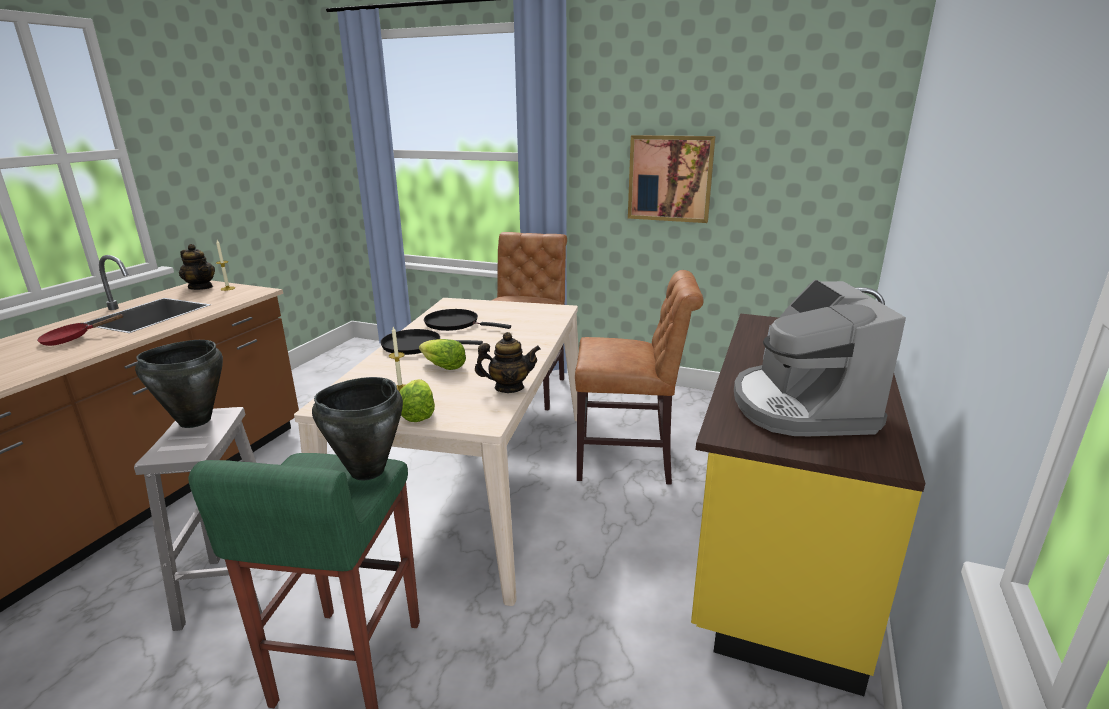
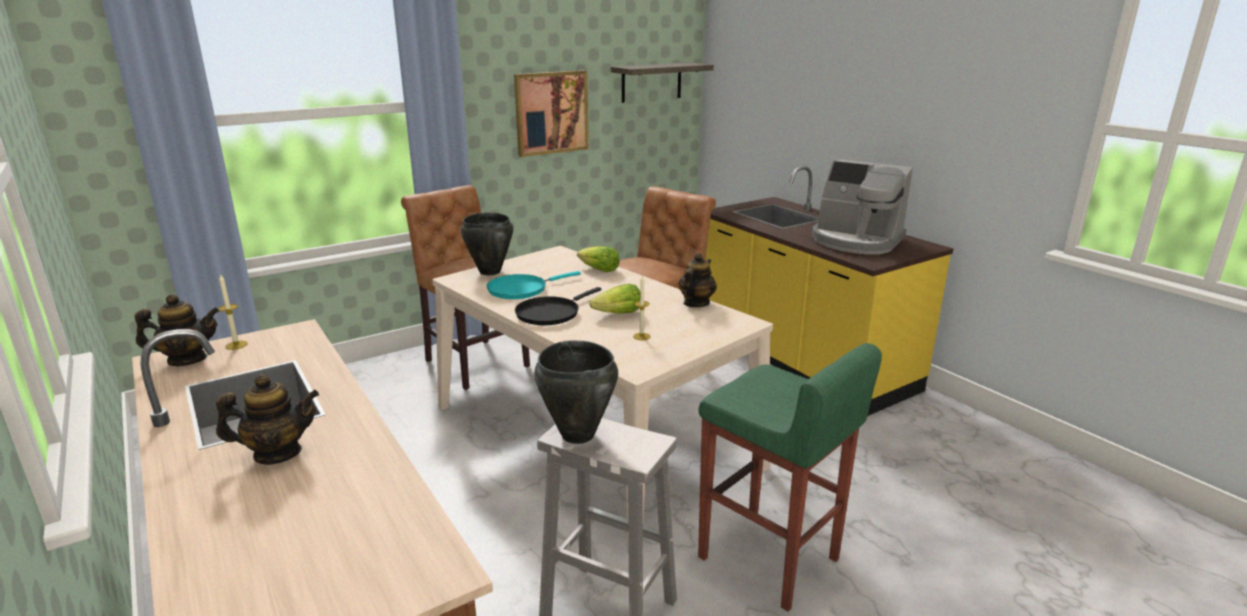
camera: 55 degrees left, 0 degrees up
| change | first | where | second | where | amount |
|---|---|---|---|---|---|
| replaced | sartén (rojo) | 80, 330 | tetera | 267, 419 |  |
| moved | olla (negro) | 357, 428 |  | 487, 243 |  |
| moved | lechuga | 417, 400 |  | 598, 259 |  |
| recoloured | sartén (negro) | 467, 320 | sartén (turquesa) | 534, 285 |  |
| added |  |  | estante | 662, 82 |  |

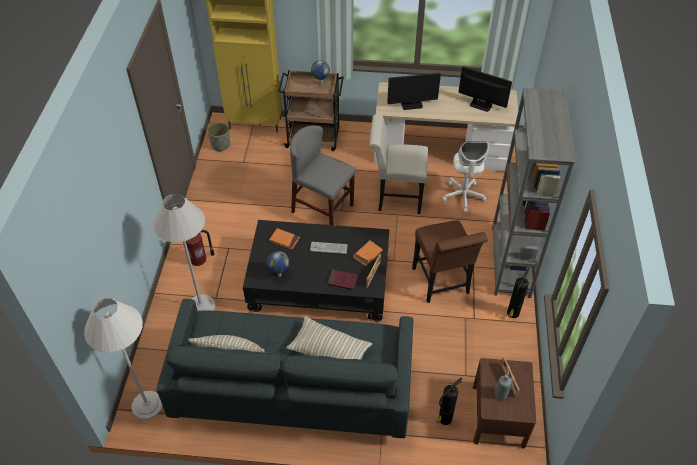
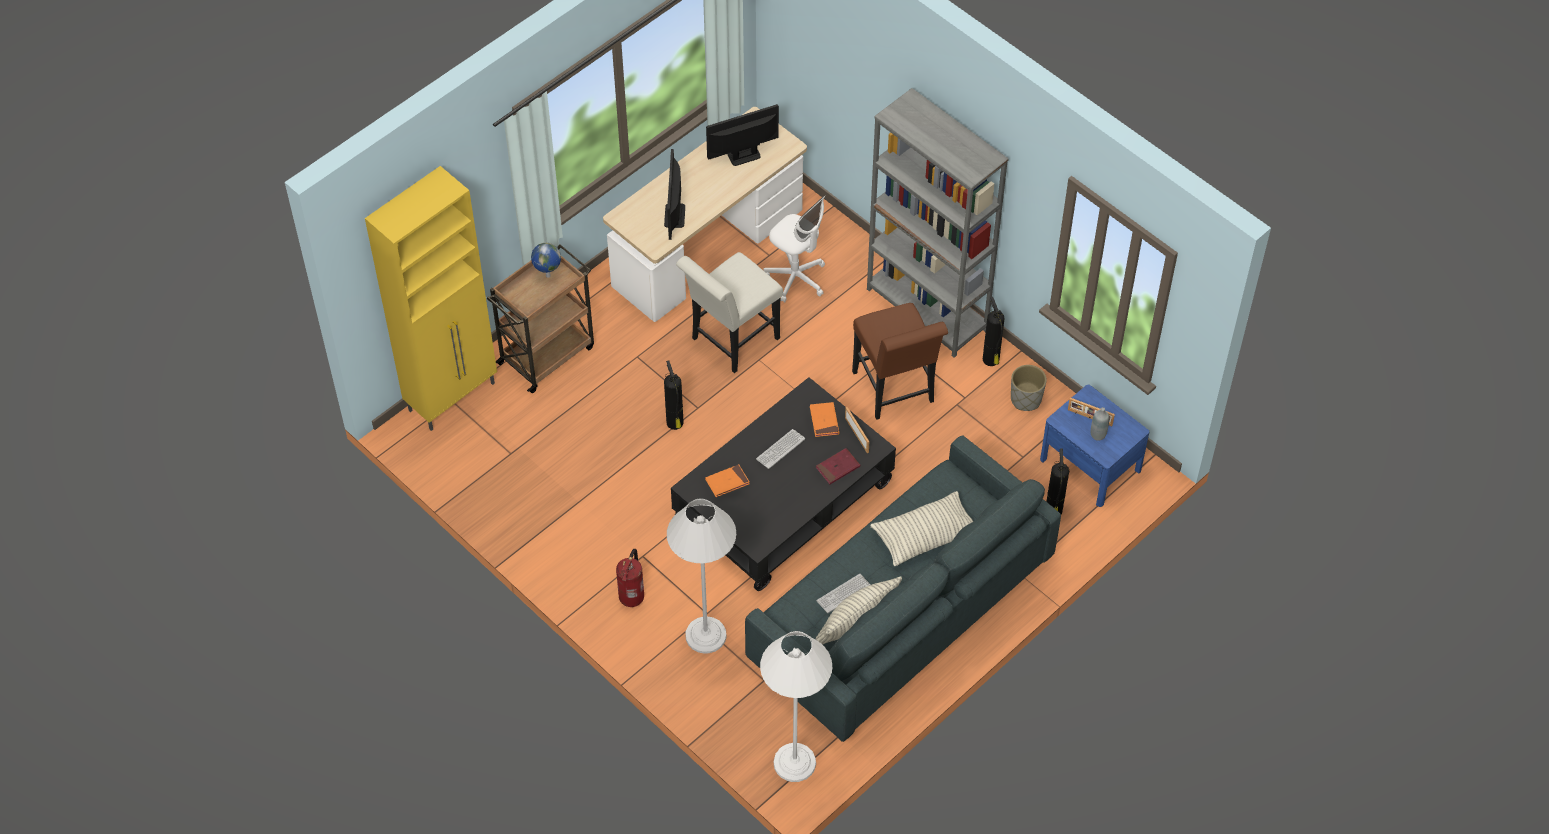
camera: 50 degrees left, 5 degrees up
| change | first | where | second | where | amount |
|---|---|---|---|---|---|
| moved | maceta (gris) | 218, 137 |  | 1028, 388 |  |
| removed | globo terráqueo | 278, 264 |  |  |  |
| replaced | silla (gris) | 323, 175 | extintor | 674, 395 |  |
| turned | monitor | 414, 91 |  | 674, 194 | 150 degrees clockwise |
| turned | silla (marrón) | 450, 261 |  | 900, 361 | 45 degrees clockwise |
| recoloured | mesita de noche (marrón) | 504, 403 | mesita de noche (azul) | 1094, 446 |  |
| added |  |  | teclado | 843, 593 |  |

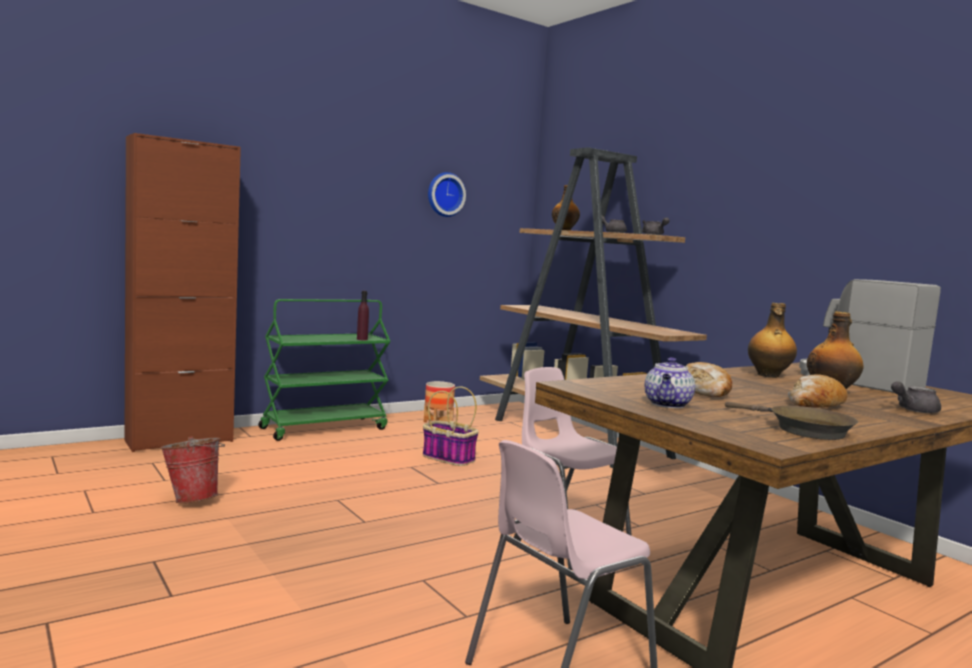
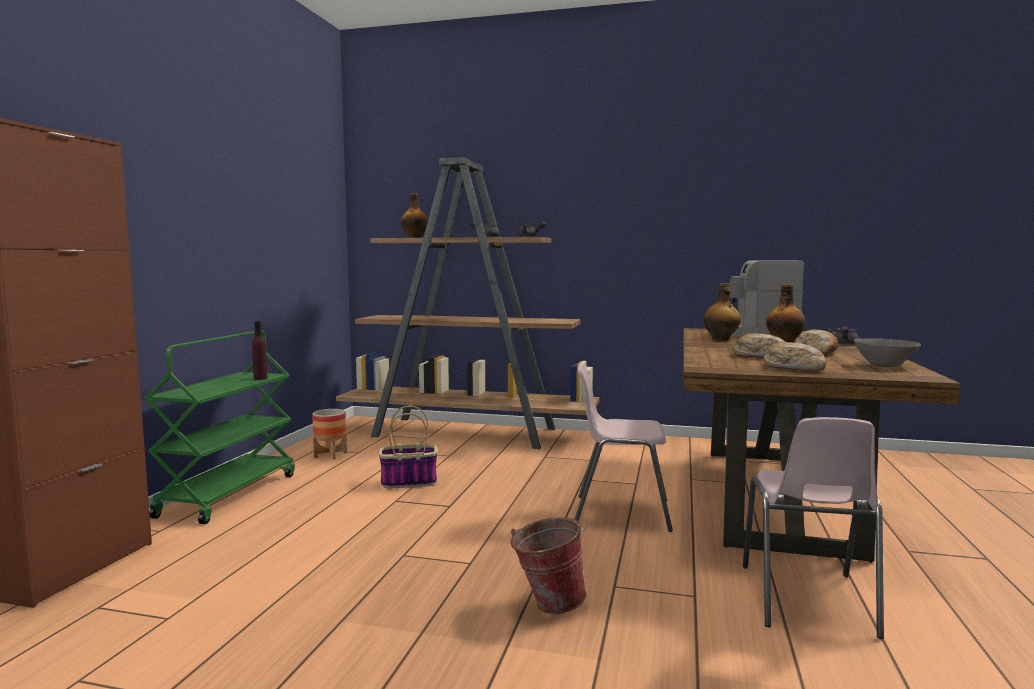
camera: 40 degrees left, 0 degrees up
| change | first | where | second | where | amount |
|---|---|---|---|---|---|
| moved | cubo | 192, 469 |  | 548, 565 |  |
| removed | reloj de pared | 447, 194 |  |  |  |
| replaced | tetera | 669, 382 | pan | 795, 356 |  |
| replaced | sartén (marrón) | 791, 421 | cuenco (gris) | 887, 352 |  |

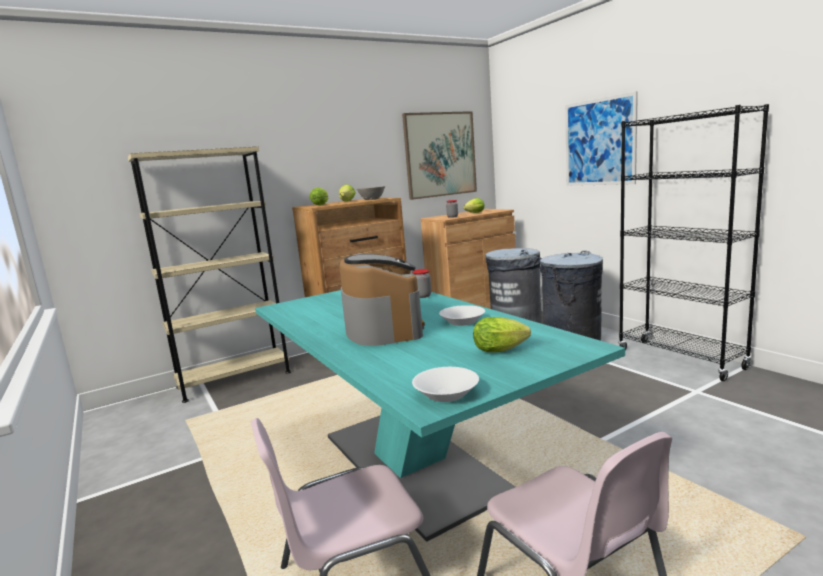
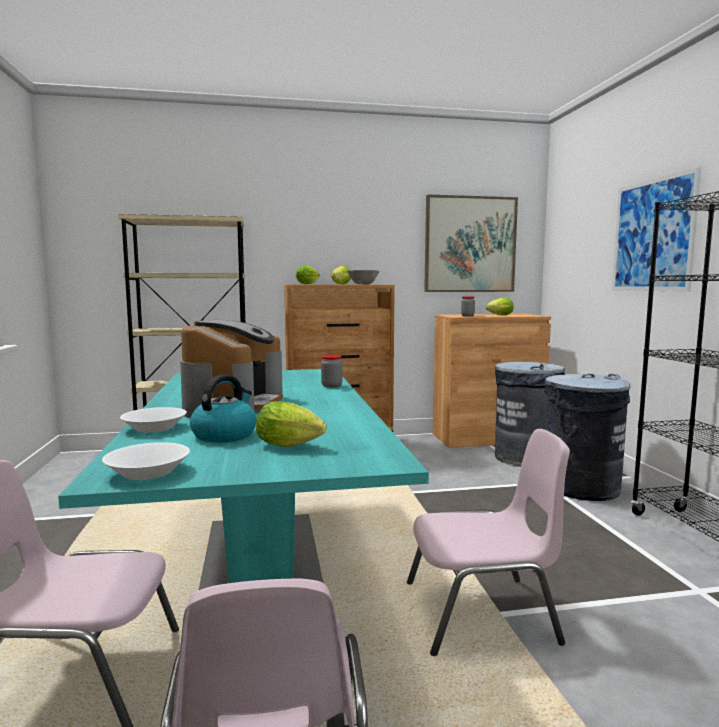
camera: 20 degrees right, 5 degrees down
| change | first | where | second | where | amount |
|---|---|---|---|---|---|
| moved | cuenco (blanco) | 462, 315 |  | 153, 420 |  |
| added |  |  | hervidor | 223, 408 |  |
| added |  |  | silla (rosa) | 488, 542 |  |

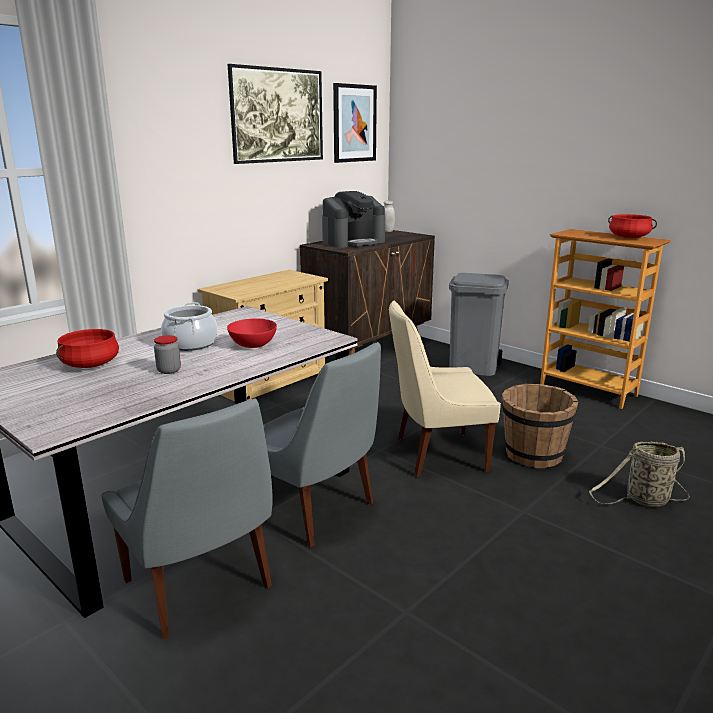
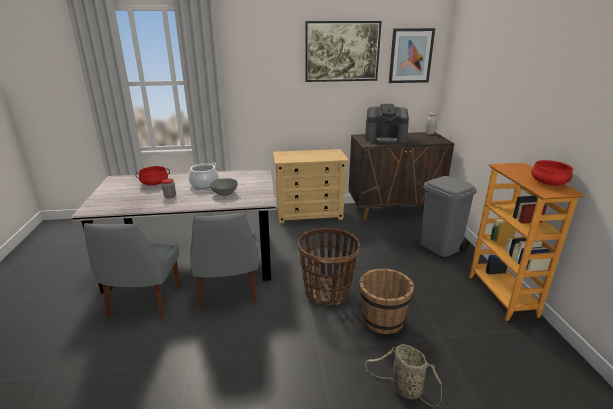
camera: 40 degrees right, 5 degrees up
| change | first | where | second | where | amount |
|---|---|---|---|---|---|
| recoloured | cuenco (rojo) | 252, 333 | cuenco (gris) | 224, 187 |  |
| replaced | silla (beis) | 445, 389 | cesta | 329, 266 |  |

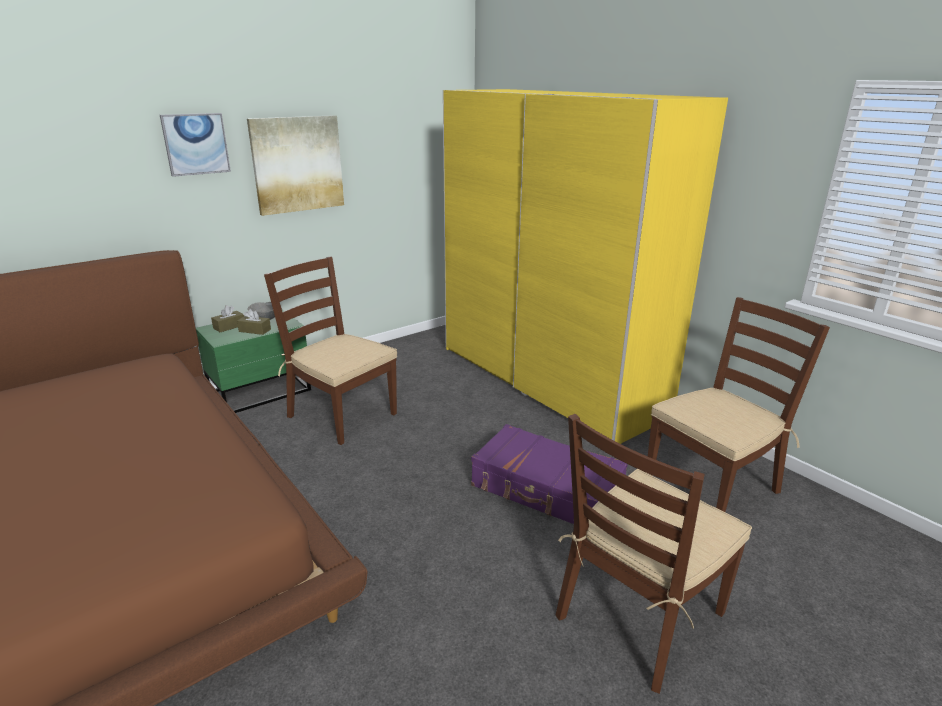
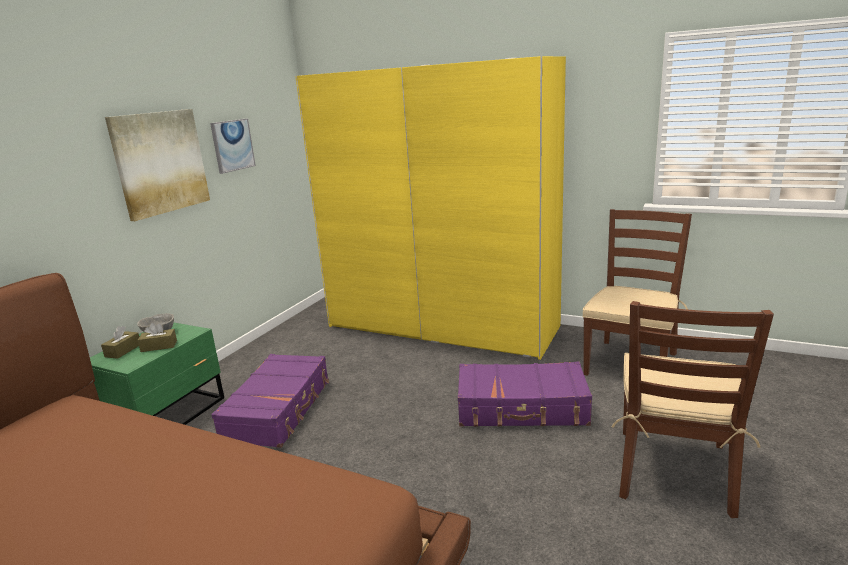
camera: 25 degrees left, 5 degrees down
| change | first | where | second | where | amount |
|---|---|---|---|---|---|
| moved | cuadro | 195, 145 |  | 233, 146 |  |
| replaced | silla (marrón) | 330, 350 | maleta (morado) | 270, 401 |  |

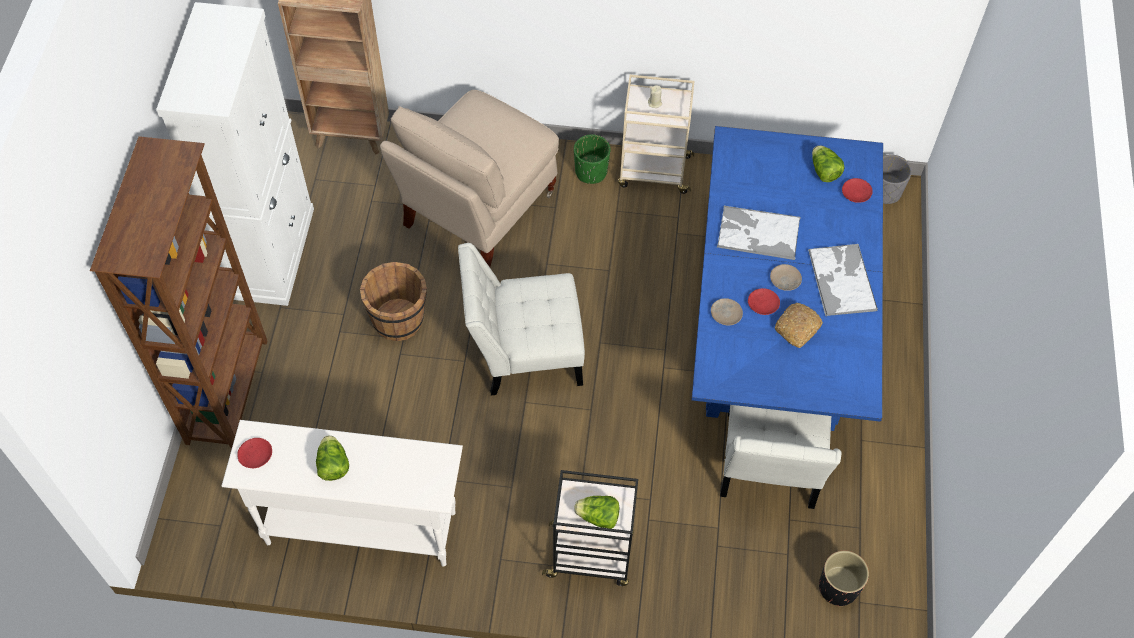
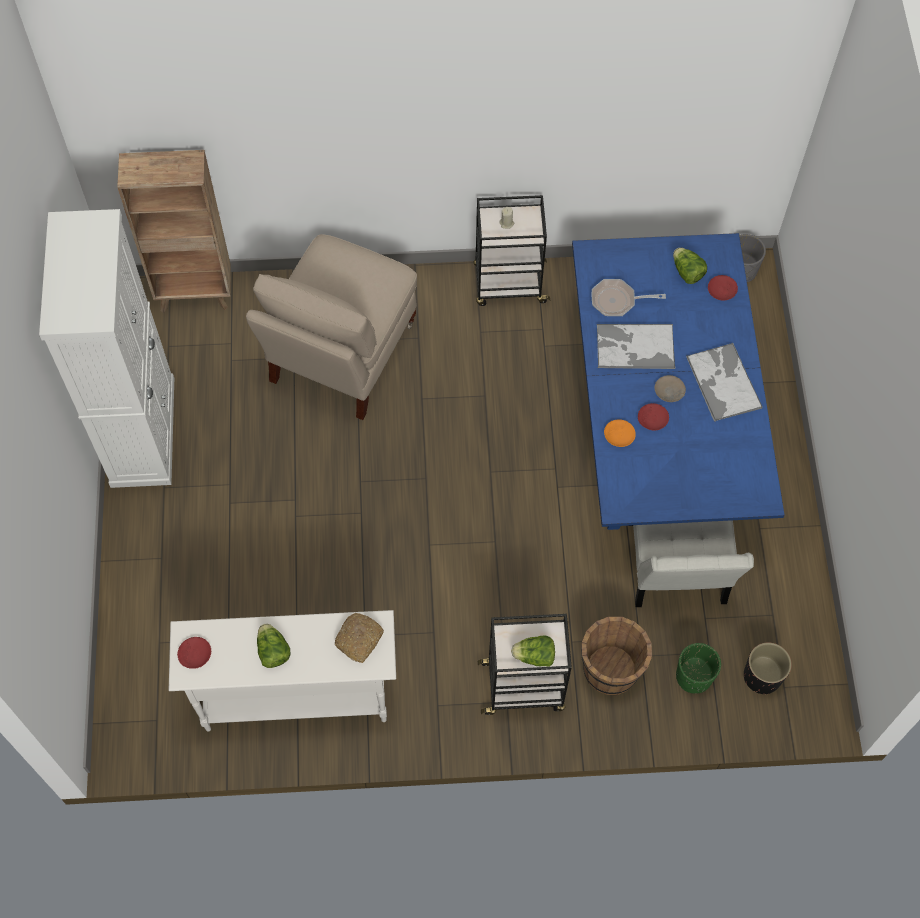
camera: 10 degrees left, 5 degrees up
| change | first | where | second | where | amount |
|---|---|---|---|---|---|
| removed | estantería (marrón) | 179, 292 |  |  |  |
| moved | cubo (marrón) | 393, 301 |  | 616, 656 |  |
| removed | silla (blanco) | 521, 319 |  |  |  |
| moved | maceta (verde) | 592, 159 |  | 698, 668 |  |
| recoloured | carrito (beis) | 656, 134 | carrito (negro) | 511, 250 |  |
| recoloured | plato (beis) | 727, 311 | plato (naranja) | 620, 433 |  |
| moved | pan | 799, 325 |  | 359, 638 |  |
| added |  |  | sartén | 629, 297 |  |

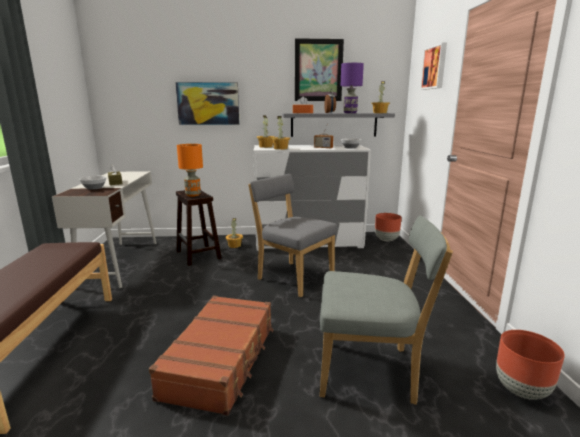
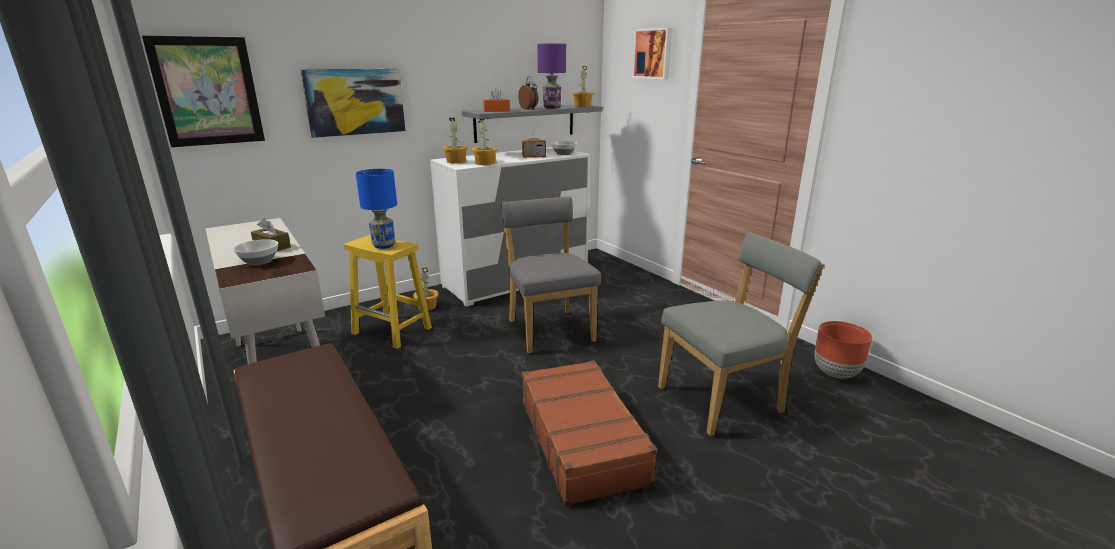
camera: 30 degrees left, 5 degrees up
| change | first | where | second | where | amount |
|---|---|---|---|---|---|
| recoloured | taburete (marrón) | 199, 228 | taburete (amarillo) | 388, 292 |  |
| recoloured | lámpara de mesa (naranja) | 190, 170 | lámpara de mesa (azul) | 376, 209 |  |
| turned | silla (gris) | 292, 235 |  | 551, 275 | 60 degrees clockwise |
| moved | cuadro | 319, 69 |  | 203, 91 |  |
| removed | maceta (marrón) | 388, 227 |  |  |  |

